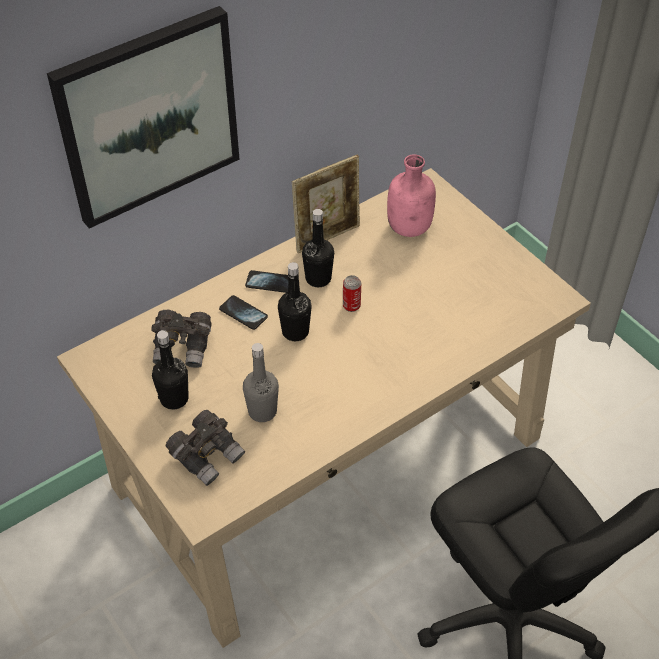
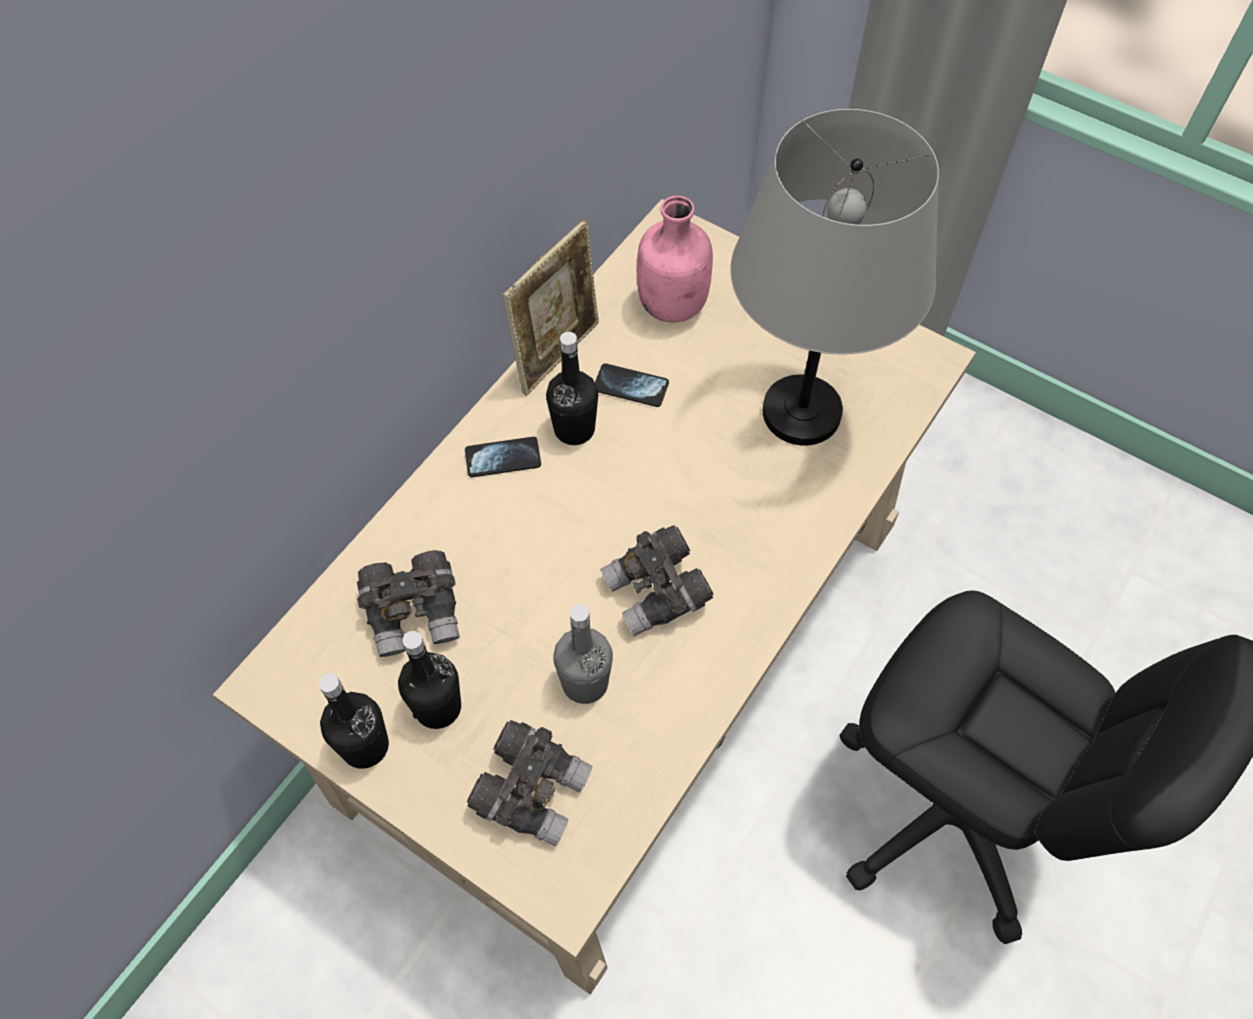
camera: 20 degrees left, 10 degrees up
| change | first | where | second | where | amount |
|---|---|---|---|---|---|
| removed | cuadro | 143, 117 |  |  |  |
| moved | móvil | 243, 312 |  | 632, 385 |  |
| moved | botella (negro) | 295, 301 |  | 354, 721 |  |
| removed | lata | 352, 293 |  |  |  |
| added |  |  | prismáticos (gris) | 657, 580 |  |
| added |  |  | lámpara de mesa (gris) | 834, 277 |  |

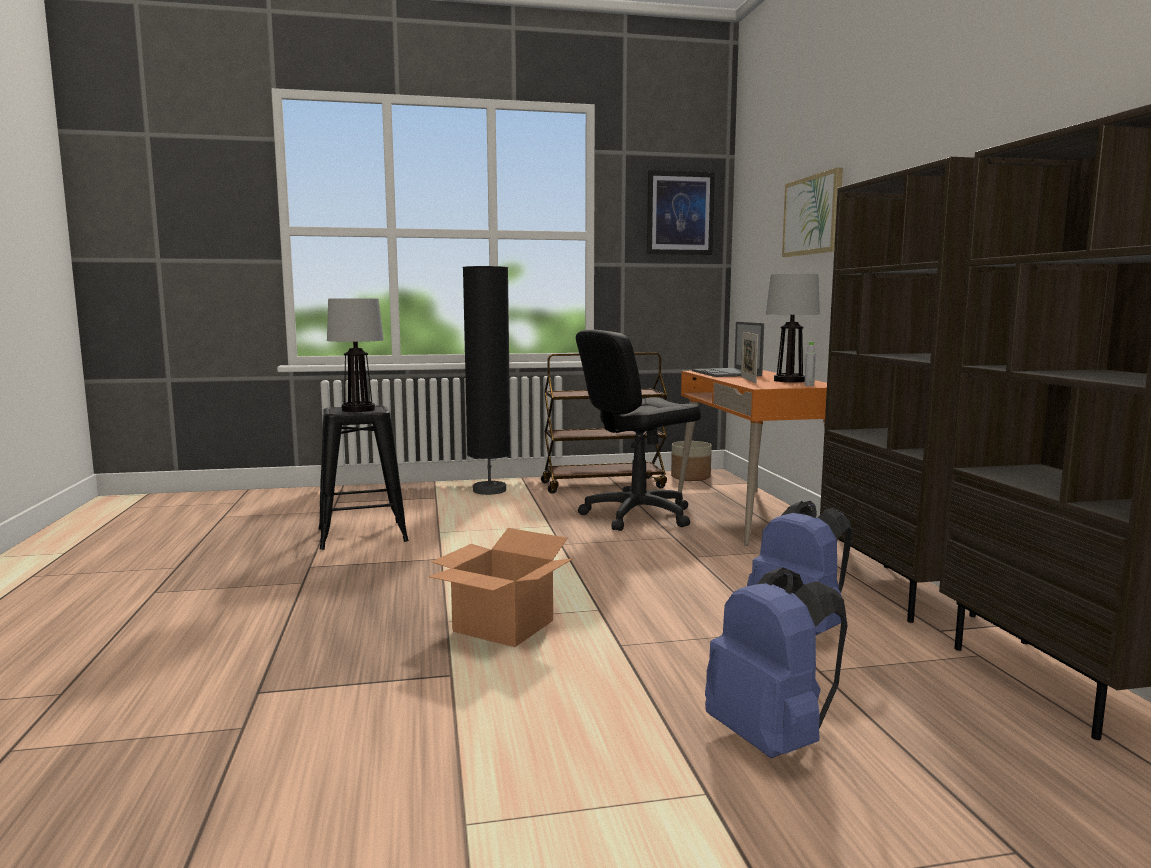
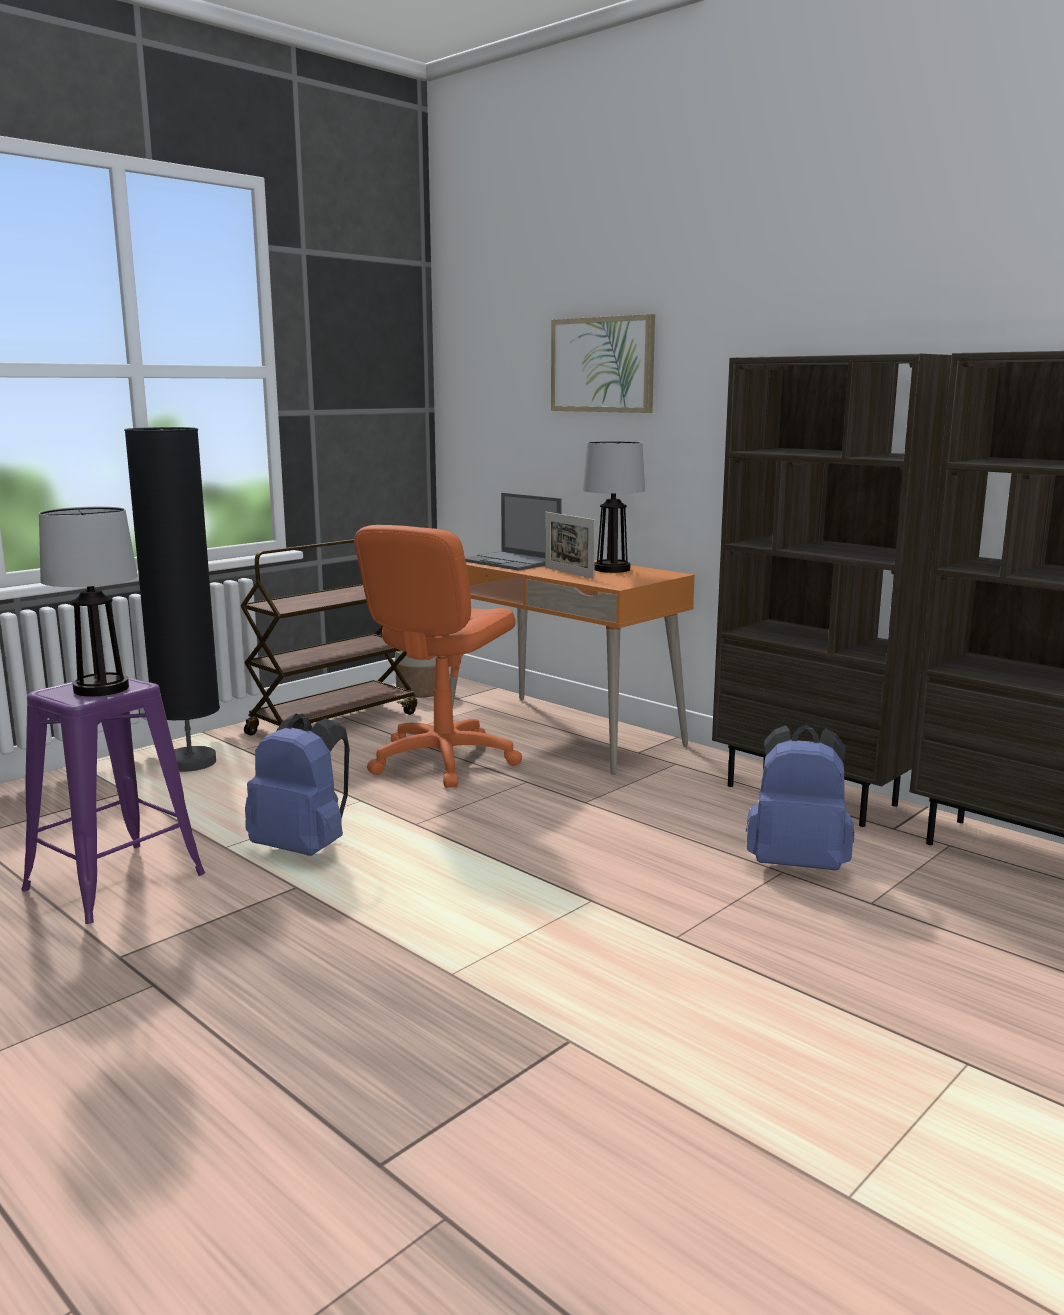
camera: 35 degrees left, 5 degrees up
| change | first | where | second | where | amount |
|---|---|---|---|---|---|
| recoloured | taburete (negro) | 363, 477 | taburete (morado) | 113, 800 |  |
| removed | caja de cartón | 500, 587 |  |  |  |
| recoloured | silla de oficina (negro) | 638, 430 | silla de oficina (naranja) | 438, 656 |  |
| removed | cuadro | 681, 212 |  |  |  |
| moved | mochila (azul) | 776, 662 |  | 297, 784 |  |
| removed | botella (gris) | 810, 364 |  |  |  |

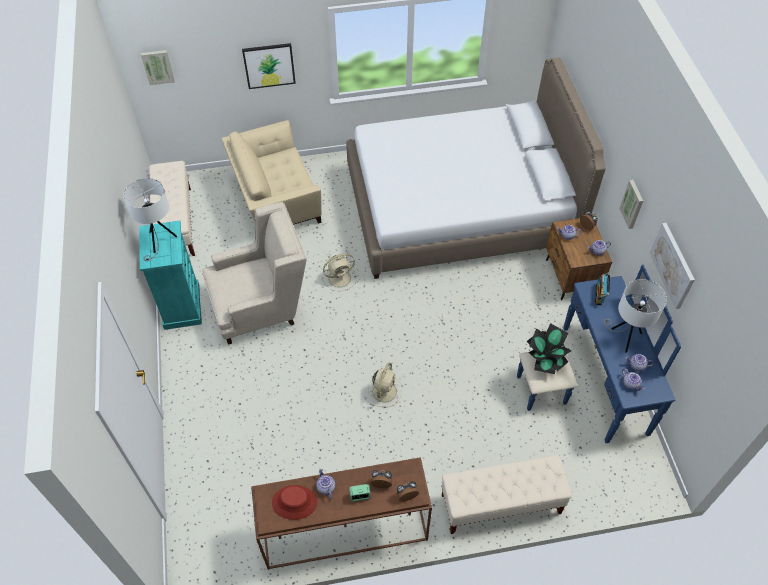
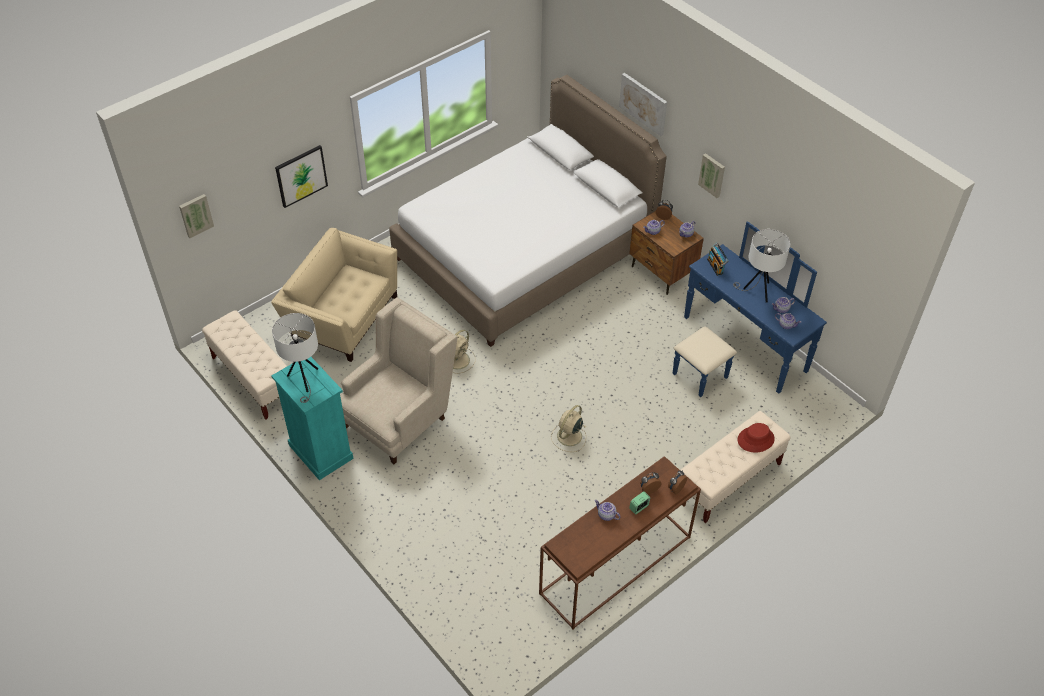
camera: 30 degrees left, 5 degrees down
| change | first | where | second | where | amount |
|---|---|---|---|---|---|
| turned | sillón (beis) | 271, 172 |  | 334, 295 | 75 degrees clockwise |
| moved | sombrero (rojo) | 294, 502 |  | 756, 438 |  |
| turned | ventilador (beis) | 385, 385 |  | 568, 428 | 135 degrees counterclockwise |
| removed | planta en maceta | 549, 348 |  |  |  |
| moved | cuadro | 672, 266 |  | 643, 104 |  |

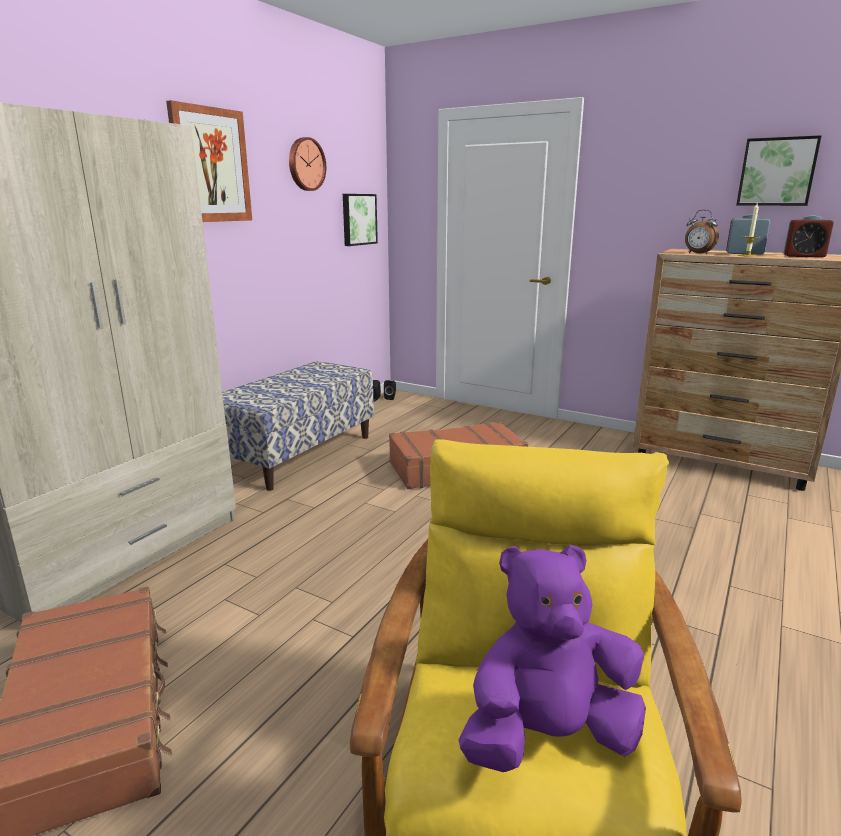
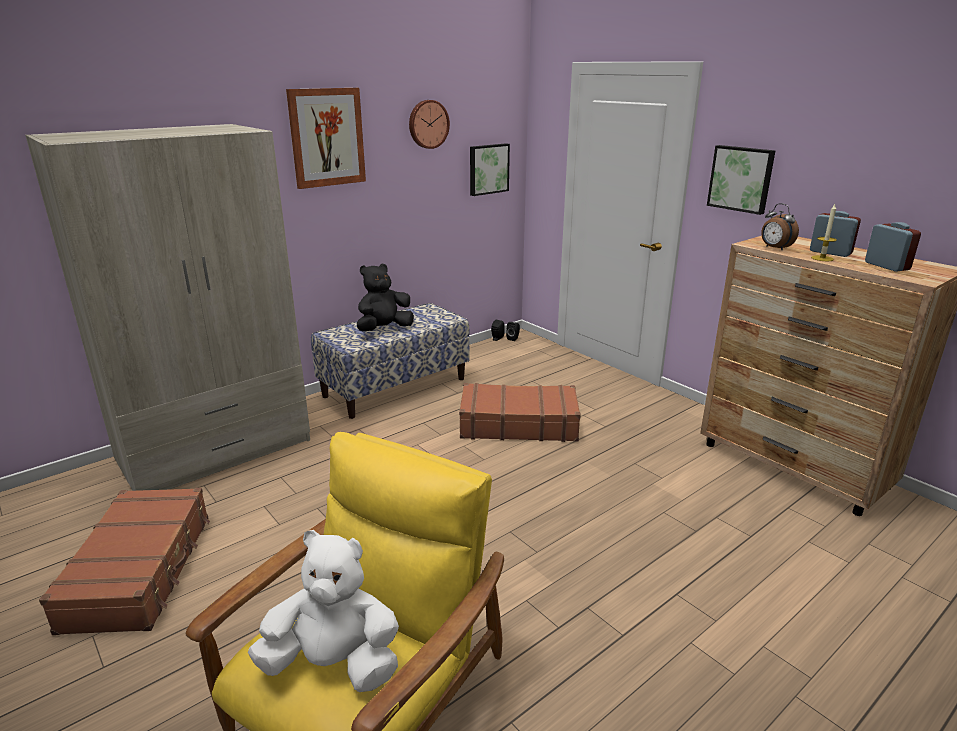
camera: 20 degrees right, 5 degrees up
| change | first | where | second | where | amount |
|---|---|---|---|---|---|
| recoloured | peluche (morado) | 552, 658 | peluche (blanco) | 323, 611 |  |
| moved | cuadro | 779, 170 |  | 741, 180 |  |
| turned | despertador | 809, 236 |  | 893, 247 | 150 degrees counterclockwise |
| added |  |  | peluche (negro) | 385, 297 |  |

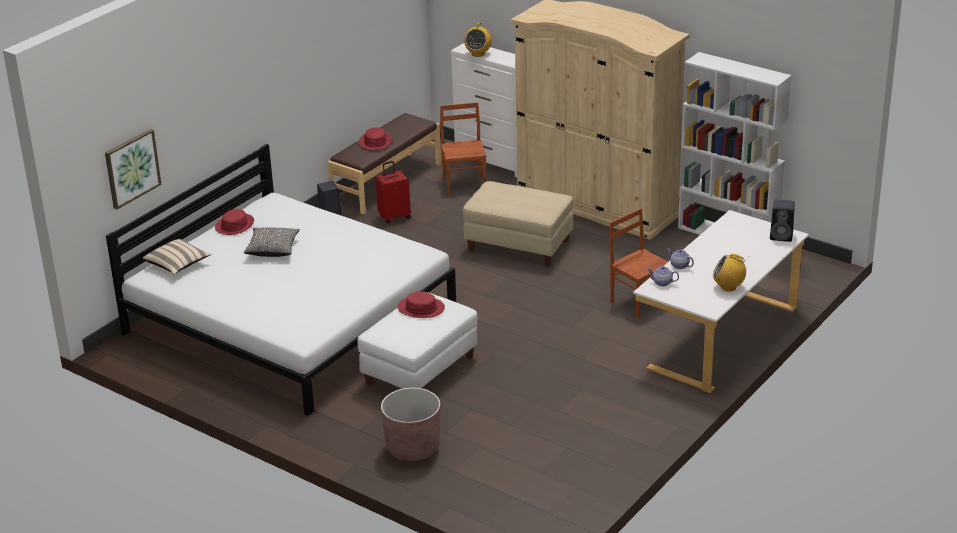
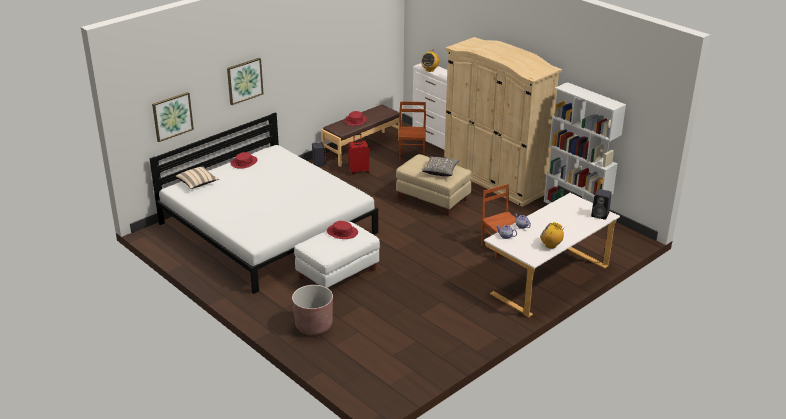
camera: 10 degrees right, 0 degrees up
| change | first | where | second | where | amount |
|---|---|---|---|---|---|
| moved | cojín (gris) | 272, 242 |  | 440, 166 |  |
| added |  |  | cuadro | 245, 81 |  |

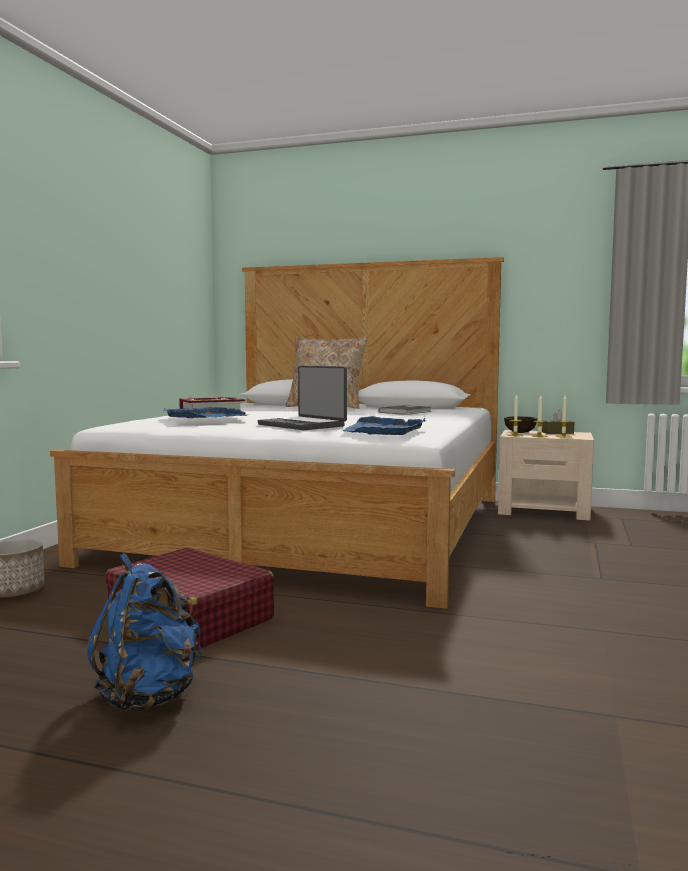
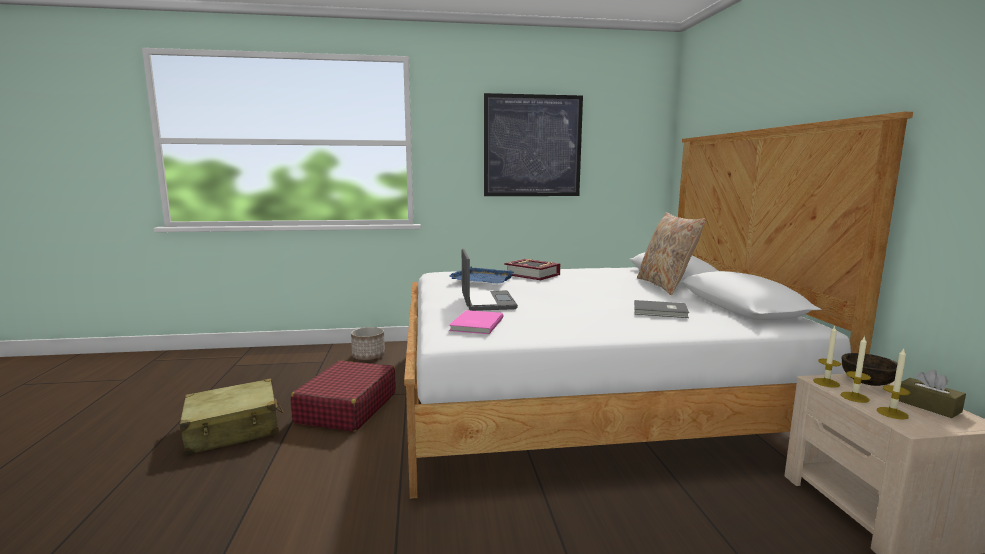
camera: 65 degrees right, 5 degrees up
| change | first | where | second | where | amount |
|---|---|---|---|---|---|
| replaced | mochila (azul) | 144, 632 | maleta (beis) | 231, 417 |  |
| turned | portátil | 302, 398 |  | 490, 280 | 150 degrees clockwise |
| replaced | bandeja (azul) | 384, 425 | libro (rosa) | 476, 322 |  |
| added |  |  | cuadro | 533, 144 |  |

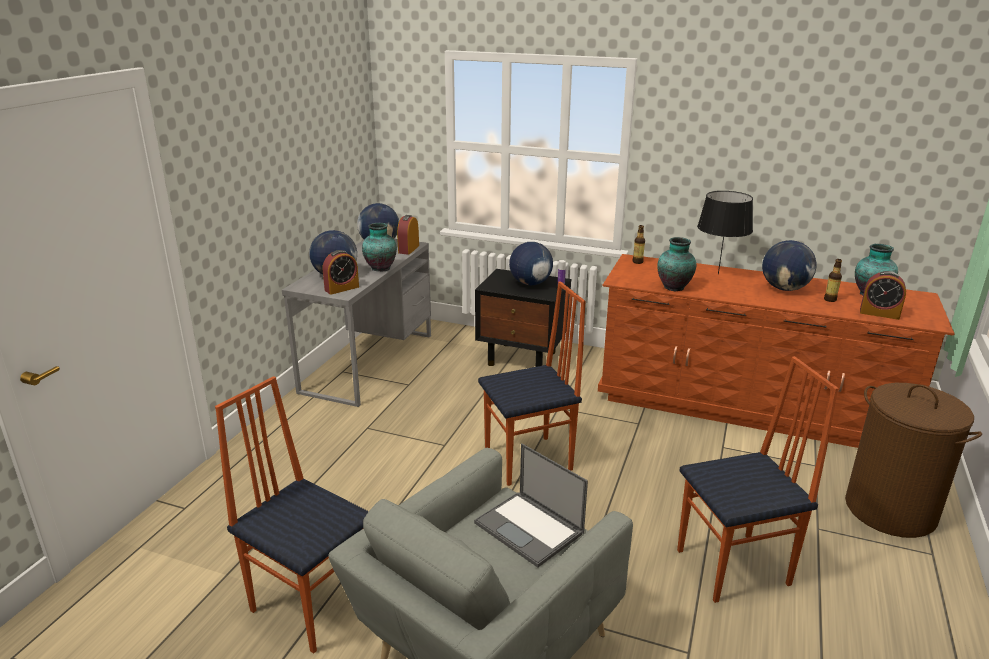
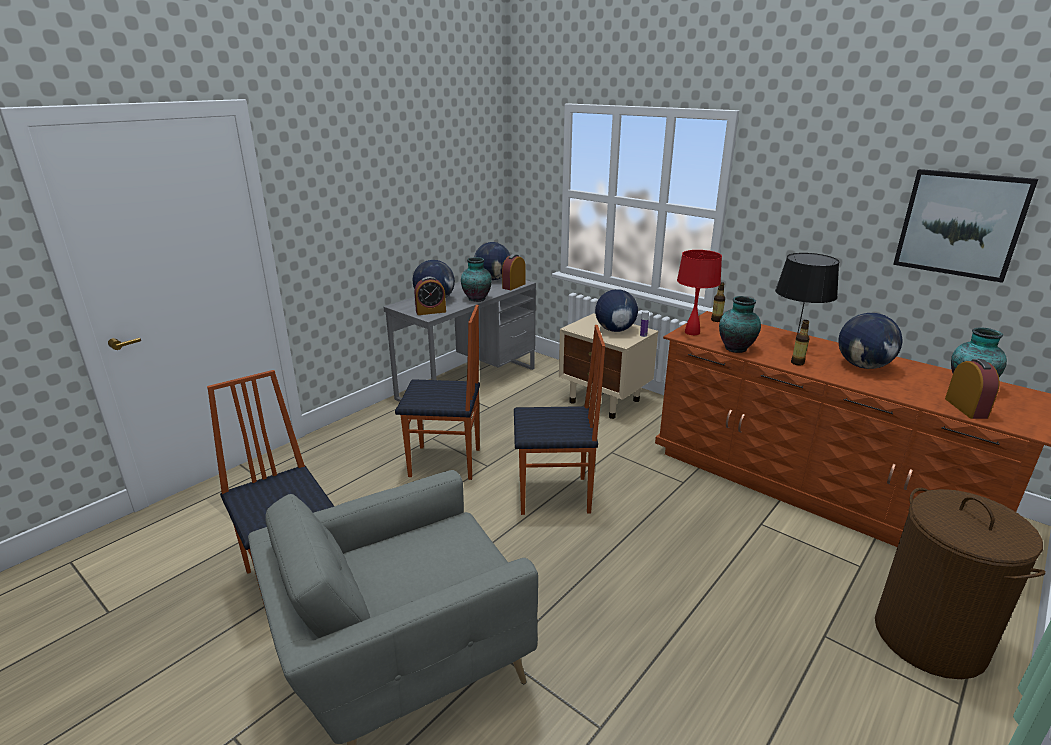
camera: 20 degrees right, 0 degrees up
| change | first | where | second | where | amount |
|---|---|---|---|---|---|
| removed | portátil | 531, 505 |  |  |  |
| recoloured | mesita de noche (negro) | 523, 318 | mesita de noche (beis) | 608, 366 |  |
| moved | silla | 757, 479 |  | 437, 392 |  |
| moved | botella | 833, 280 |  | 800, 343 |  |
| turned | despertador | 883, 295 |  | 972, 389 | 135 degrees counterclockwise |
| added |  |  | lámpara de mesa (rojo) | 699, 292 |  |
| added |  |  | cuadro | 965, 226 |  |

